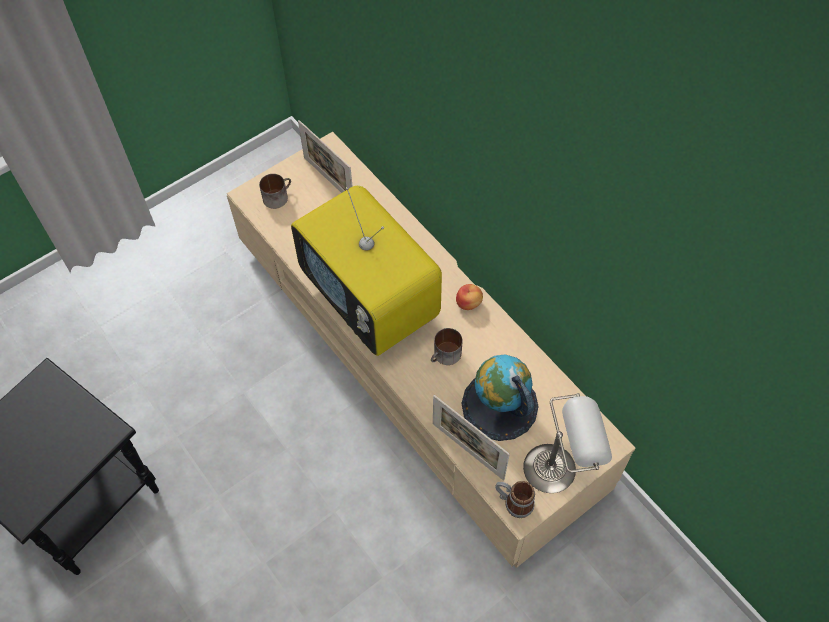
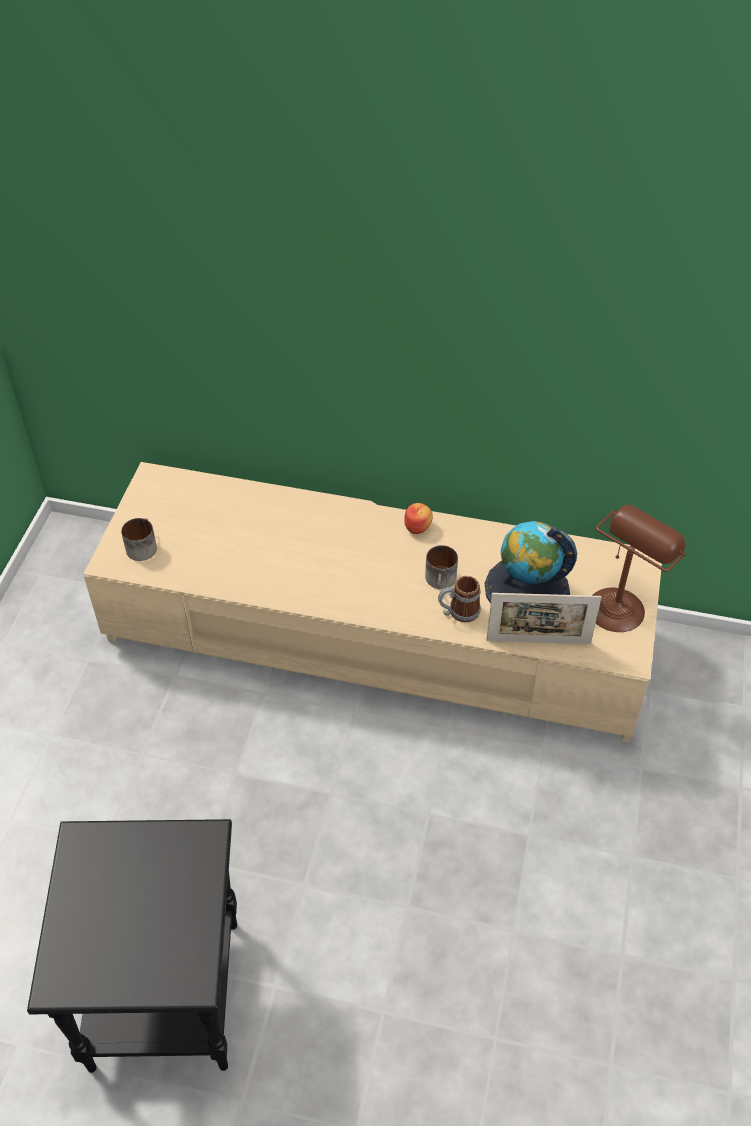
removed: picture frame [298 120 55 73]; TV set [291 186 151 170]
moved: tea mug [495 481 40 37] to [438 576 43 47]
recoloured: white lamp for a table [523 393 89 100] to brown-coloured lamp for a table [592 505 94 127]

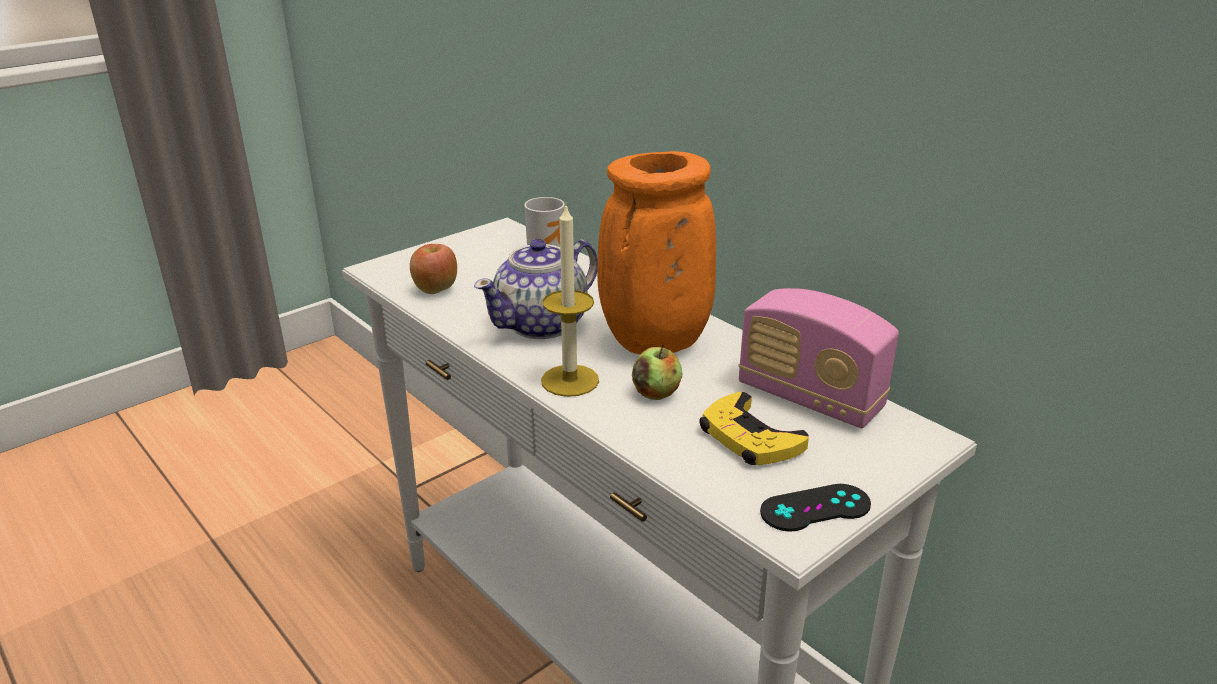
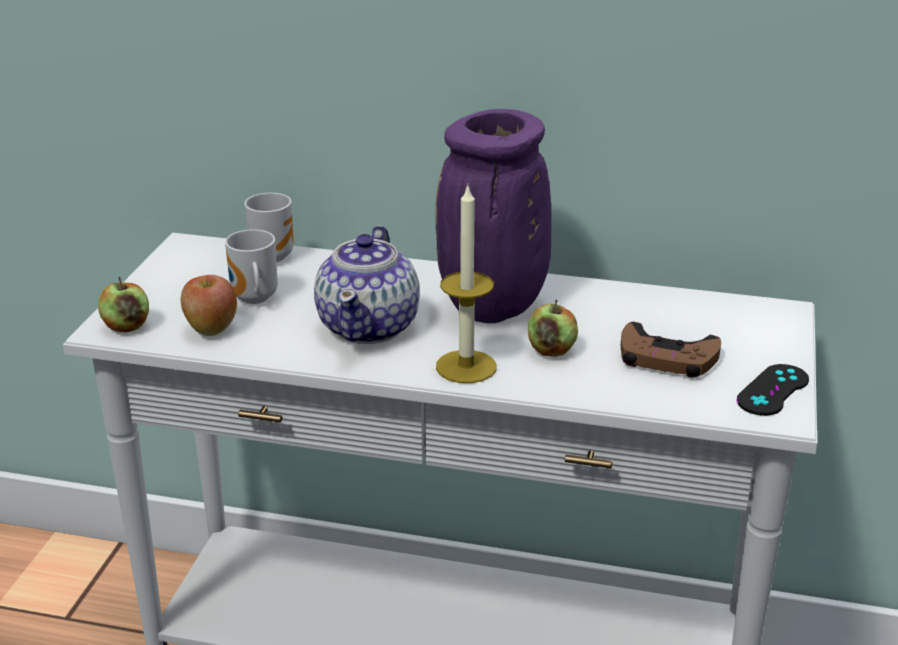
removed: radio set [738 288 161 140]
added: tea mug [225 229 53 75]; whole apple [98 277 51 56]
recoloured: orange-coloured flower vase [597 151 119 203] to purple flower vase [435 109 117 214]; yellowish joypad [700 392 109 73] to brown-coloured joypad [621 322 100 56]

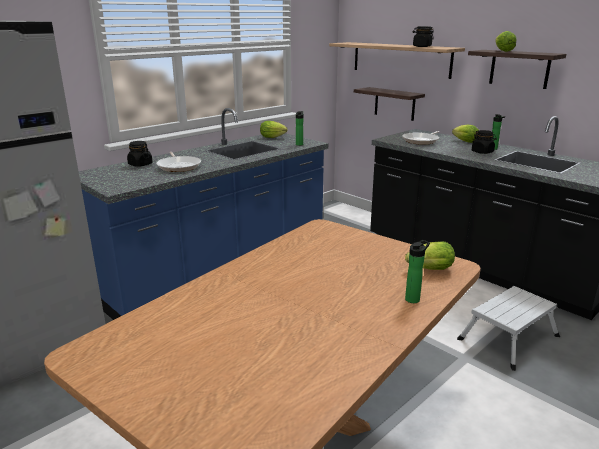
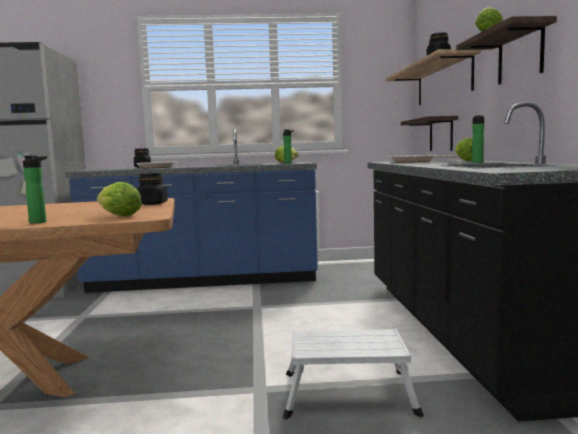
moved: blackish storage jar [472 130 25 24] to [137 173 31 32]

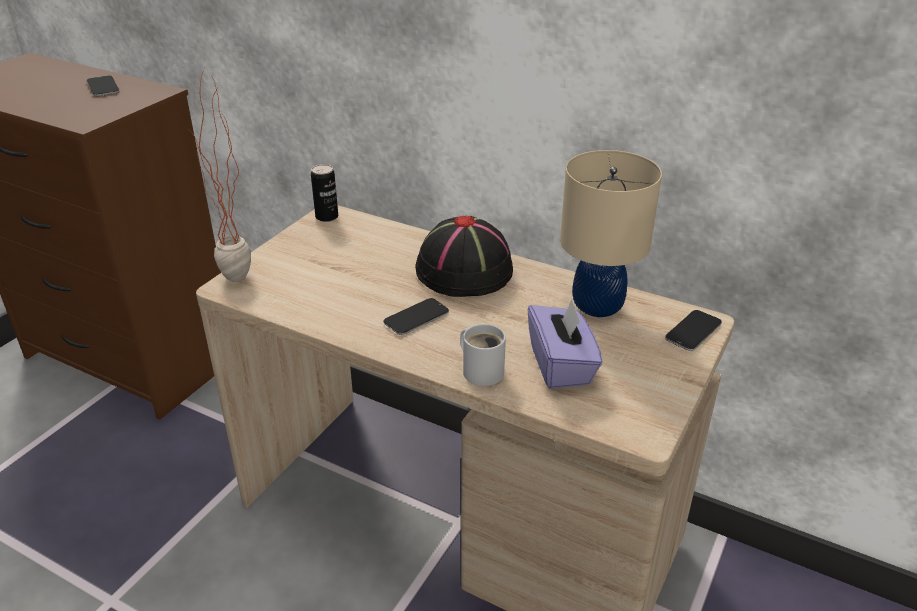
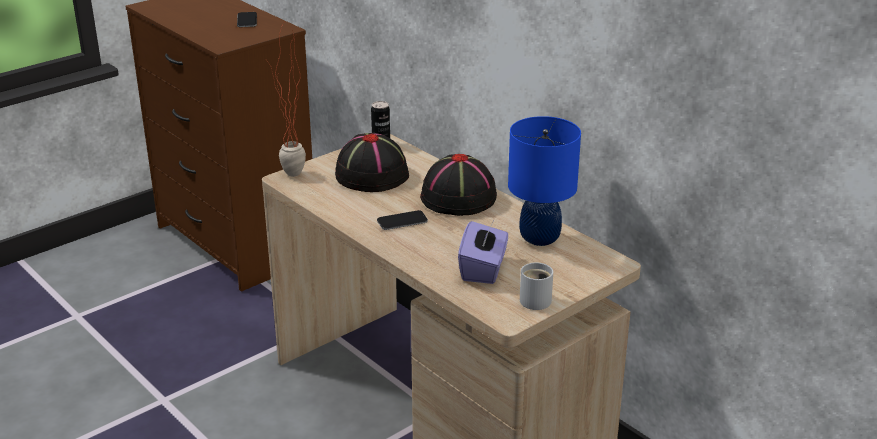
removed: telephone [665 310 57 41]
added: blackish wearable hat [335 132 74 60]
moved: white tea mug [460 324 46 62] to [520 262 33 48]
recoloured: beige-coloured lamp for a table [560 150 102 167] to blue lamp for a table [508 116 73 130]

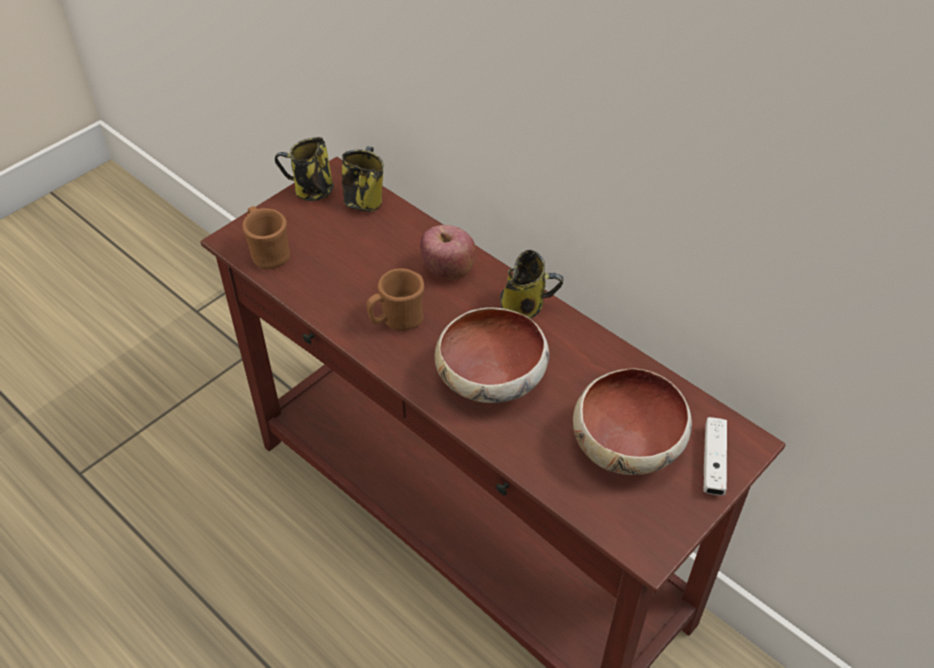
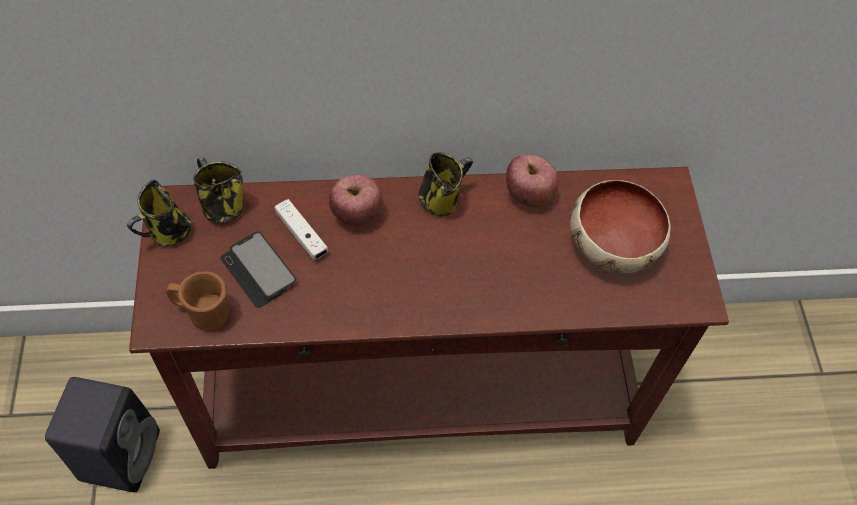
removed: brown-coloured tea mug [366 268 58 63]; serving bowl [435 307 114 96]
added: whole apple [506 154 53 53]; telephone [220 231 76 76]; blackish loudspeaker [45 377 115 116]
moved: white joypad [703 417 24 78] to [275 199 53 61]

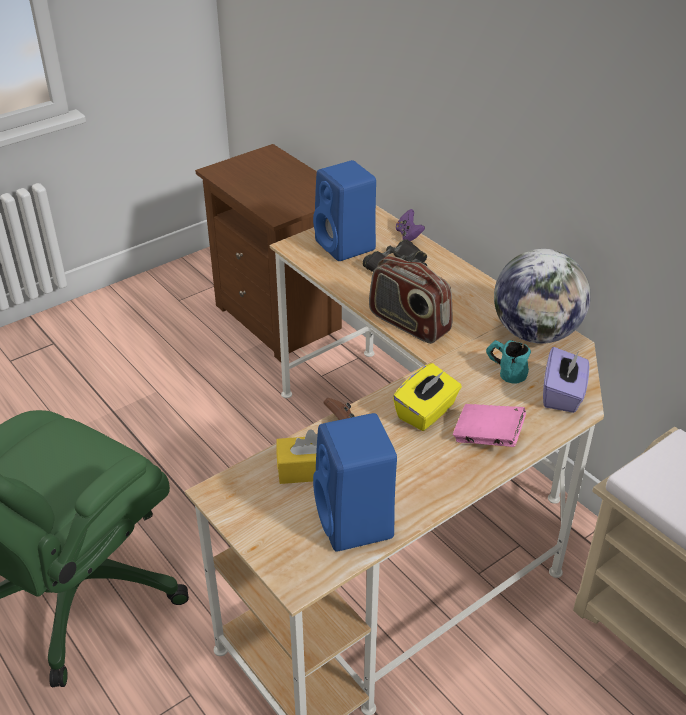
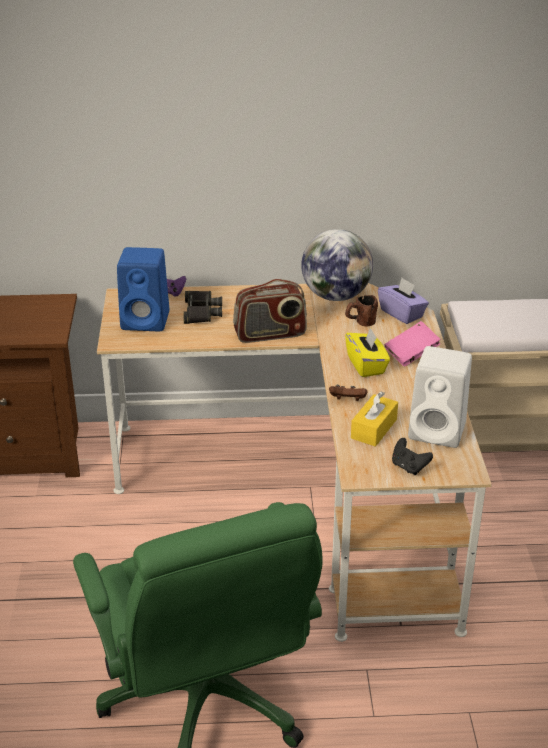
added: blackish joypad [392 438 41 37]
recoloured: blue-green tea mug [486 340 45 44] to brown-coloured tea mug [345 295 33 31]; blue loudspeaker [313 413 84 139] to white loudspeaker [408 346 64 102]

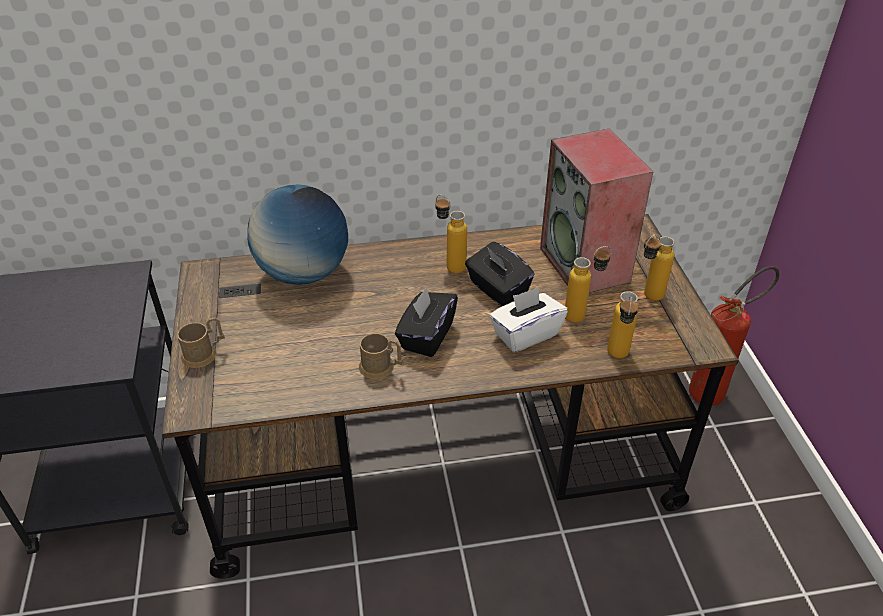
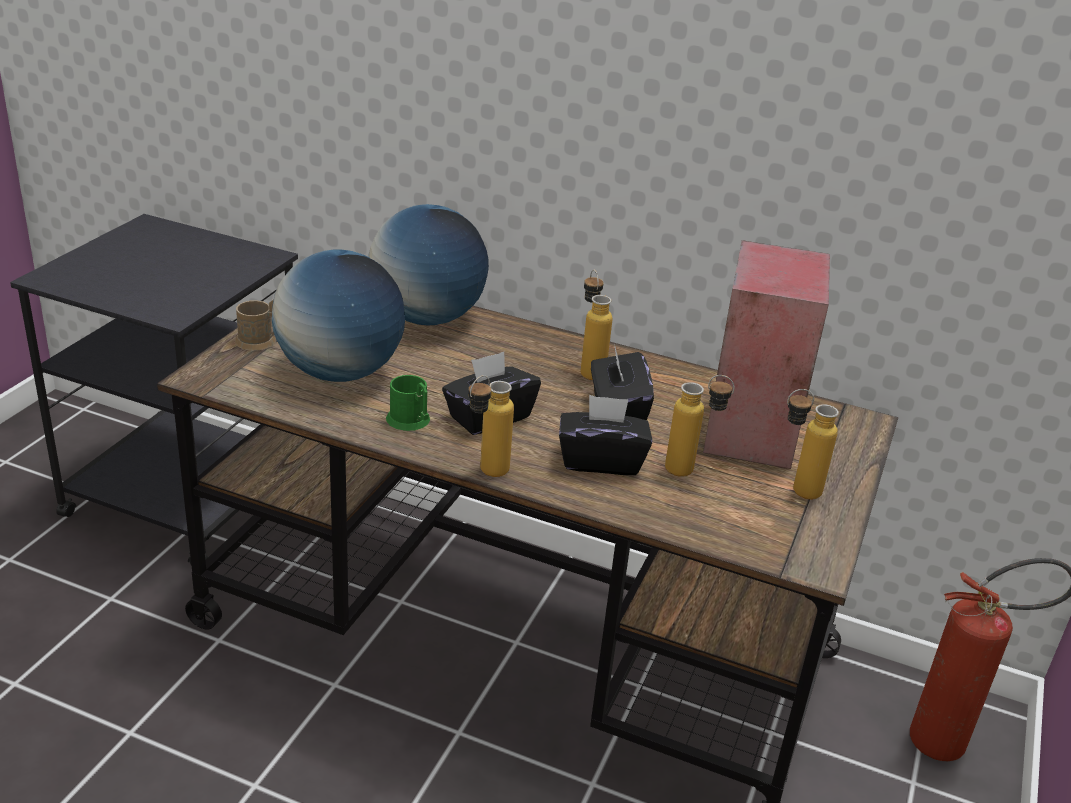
added: globe [272 250 133 132]
moved: beverage bottle [607 291 31 67] to [468 375 46 102]
recoloured: white tissue box [490 287 78 66] to blackish tissue box [559 395 93 80]; brown-coloured tea mug [359 333 44 46] to green-coloured tea mug [386 375 44 56]

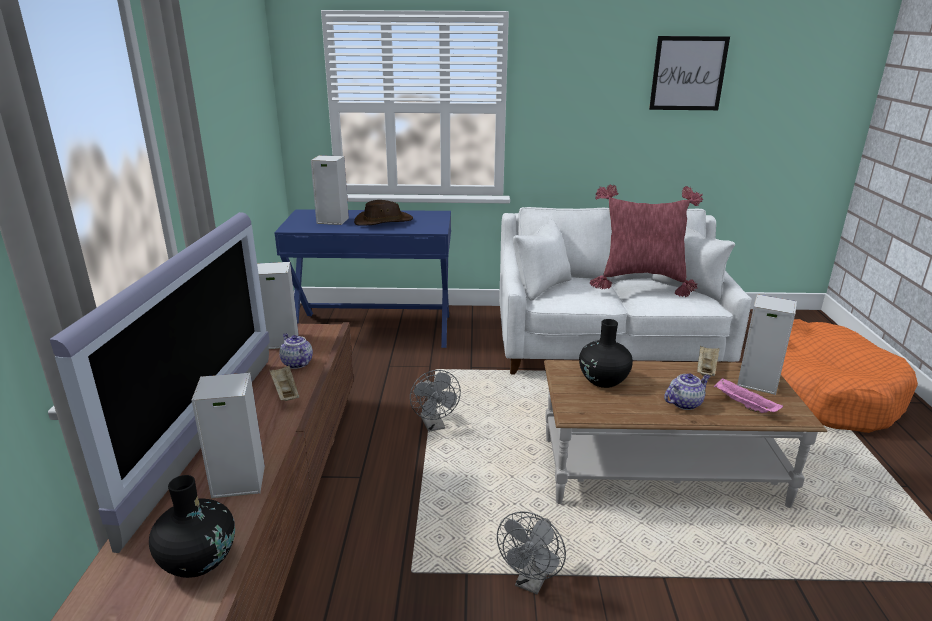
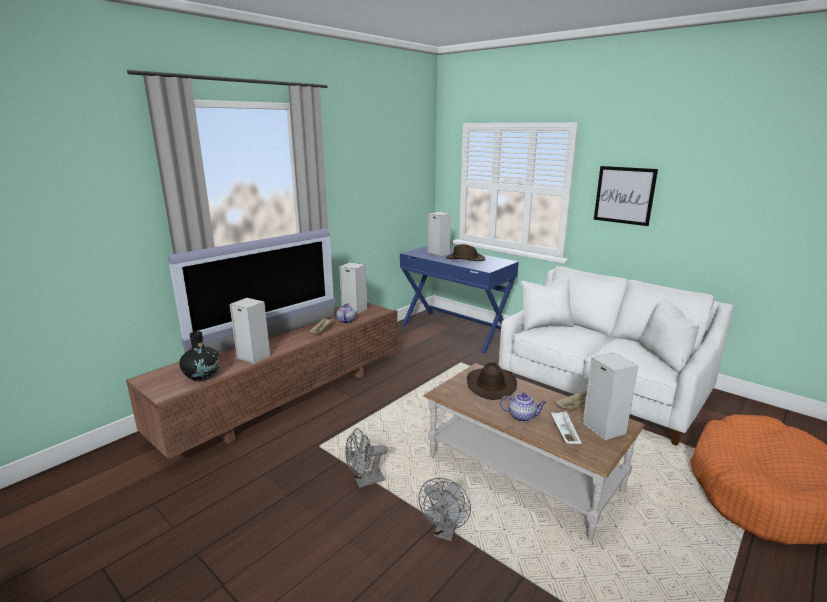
removed: red pillow [590 184 113 114]
moved: picture [649 36 81 74] to [594 166 64 60]; grey cooling fan [410 370 51 62] to [418 478 53 63]
replaced: blackish flower vase [579 319 54 69] to brown-coloured wearable hat [467 362 50 38]
recoloured: pink carrying tray [714 378 69 35] to white carrying tray [551 411 31 33]

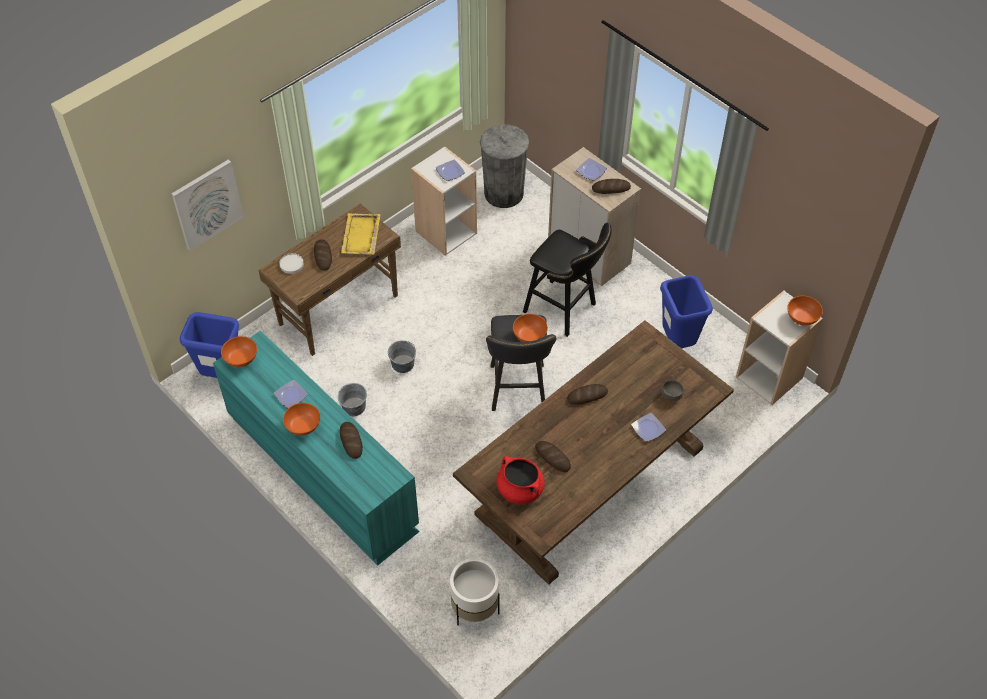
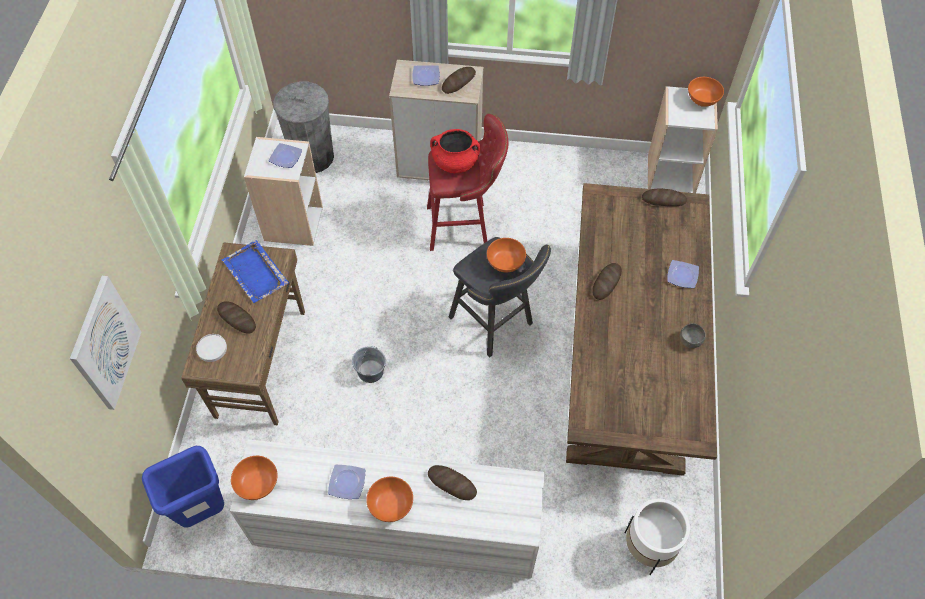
removed: blue rubbish bin [660 275 53 73]; grey bucket [338 383 29 33]
moved: grey serving bowl [661 380 23 22] to [680 323 26 25]; bread [535 441 36 31] to [642 189 45 18]; red cooking pot [496 456 49 49] to [430 129 50 44]
recoloured: yellowish carrying tray [341 213 40 42] to blue carrying tray [221 240 68 63]; blackish stool seat [523 223 89 114] to red stool seat [427 113 82 138]; blue-green chest of drawers [213 331 207 235] to white chest of drawers [230 439 315 140]

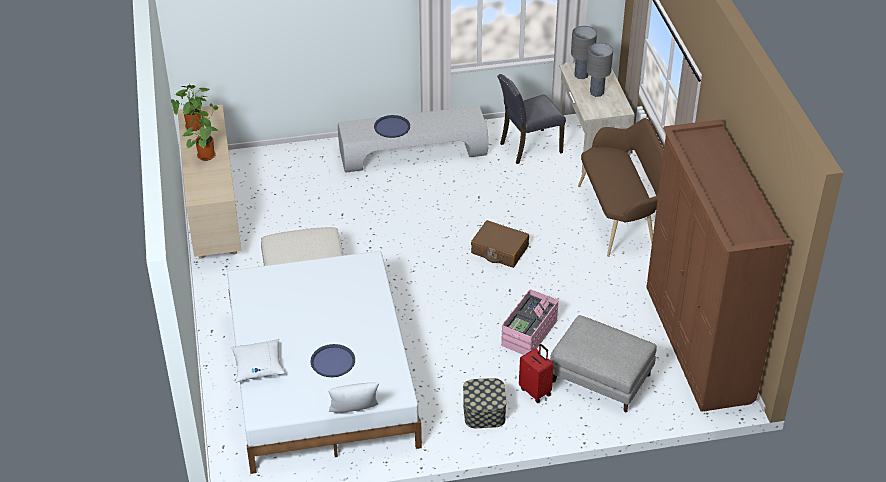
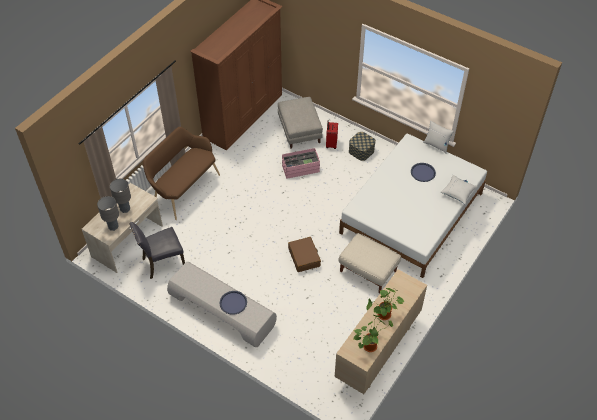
moved: brown-coloured suitcase [471 220 58 48] to [288 237 33 35]
turned: grey chair [497 74 69 90] = [129 222 56 57] 135 degrees clockwise

